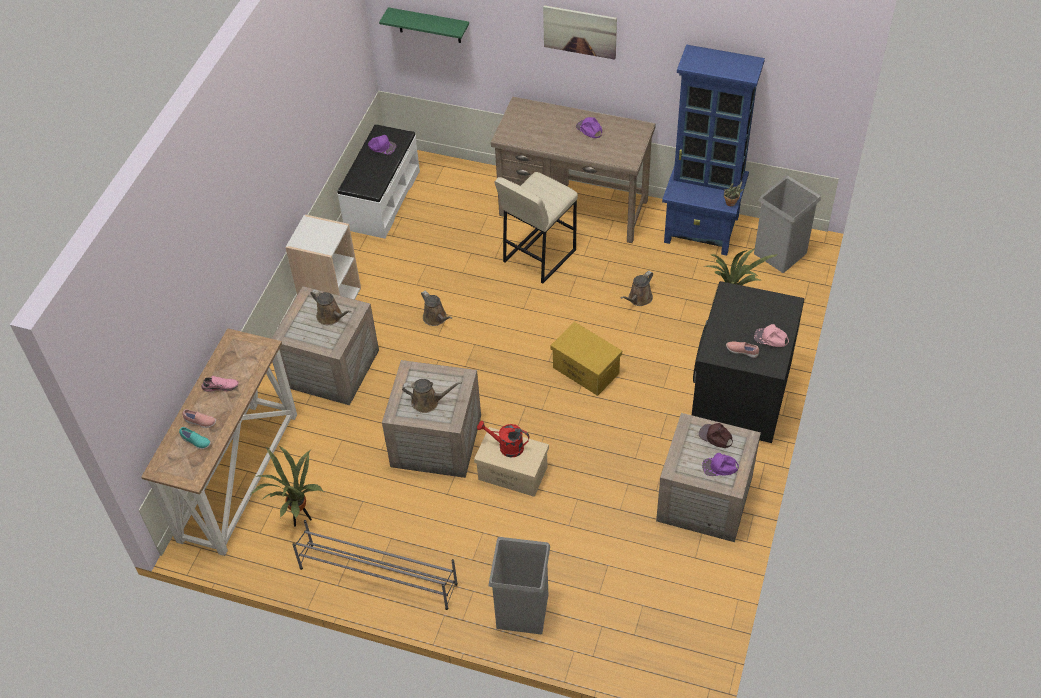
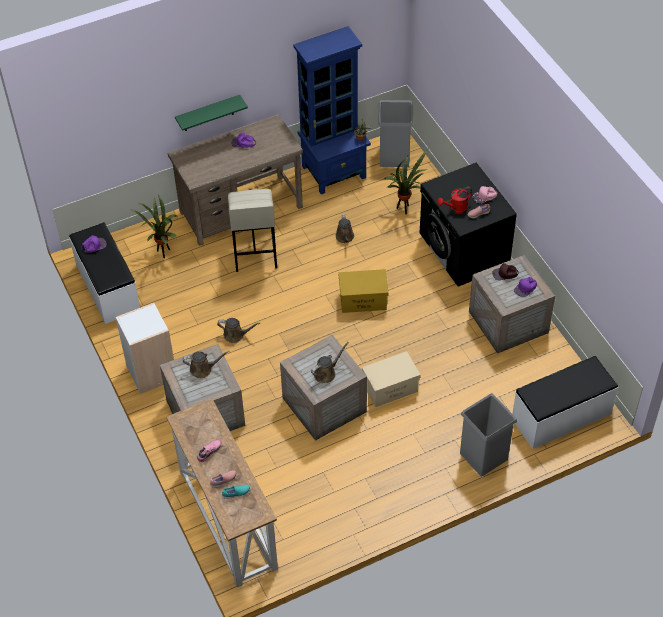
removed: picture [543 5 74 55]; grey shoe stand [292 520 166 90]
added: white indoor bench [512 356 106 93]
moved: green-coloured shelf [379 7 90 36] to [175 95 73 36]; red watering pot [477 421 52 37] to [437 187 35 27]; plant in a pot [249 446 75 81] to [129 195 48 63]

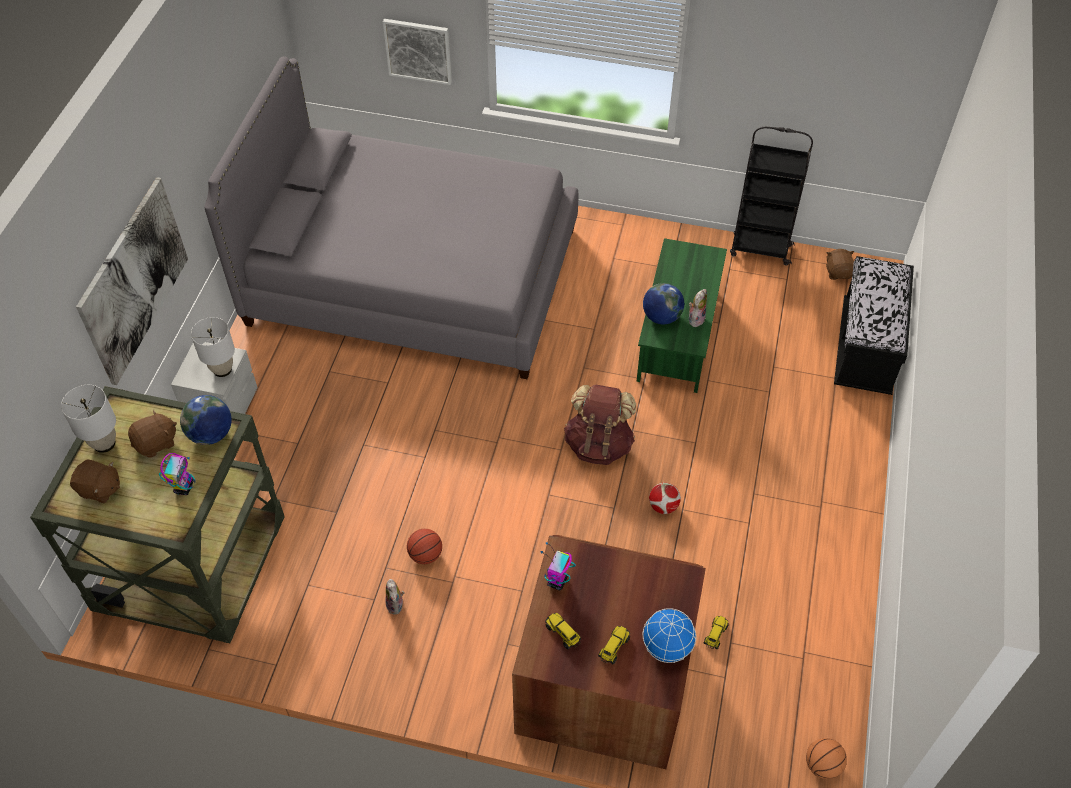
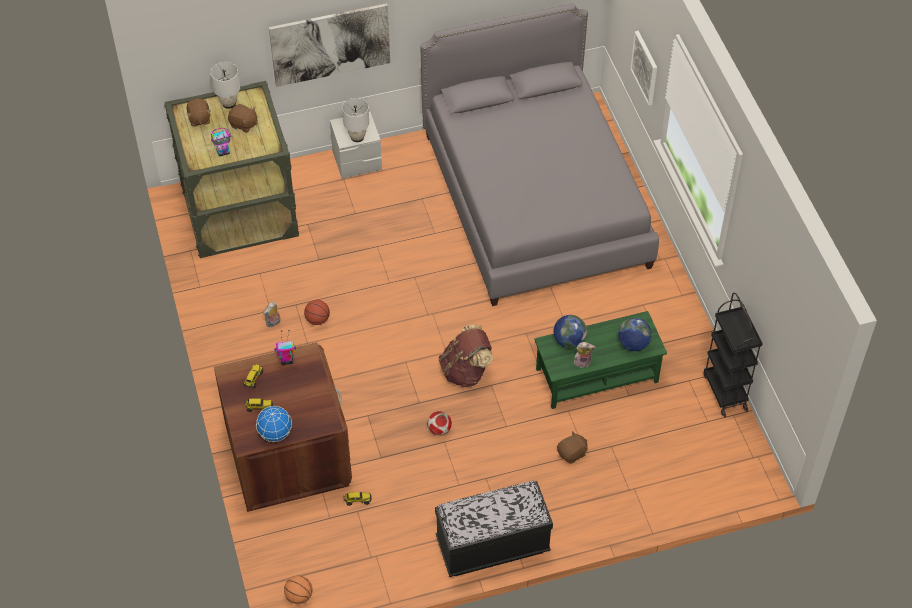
moved: brown-coloured plush toy [826 249 28 31] to [557 431 31 33]; blackish indoor bench [834 256 80 139] to [435 481 118 96]; globe [180 395 52 50] to [618 318 34 33]

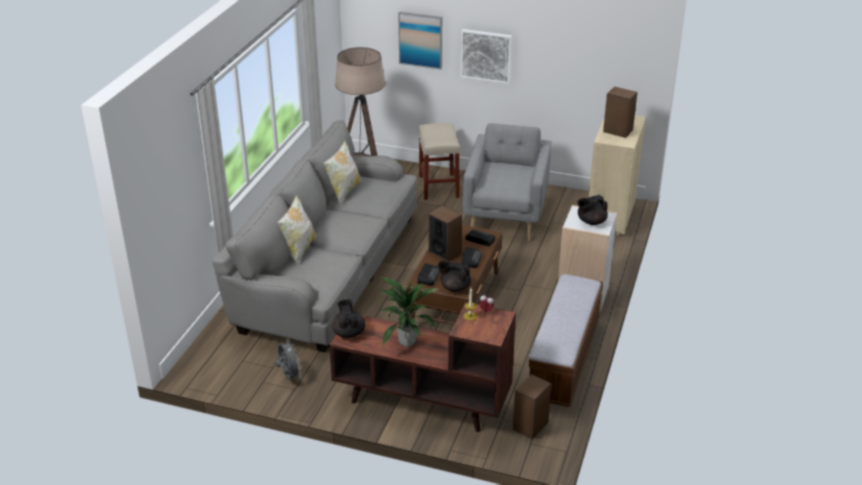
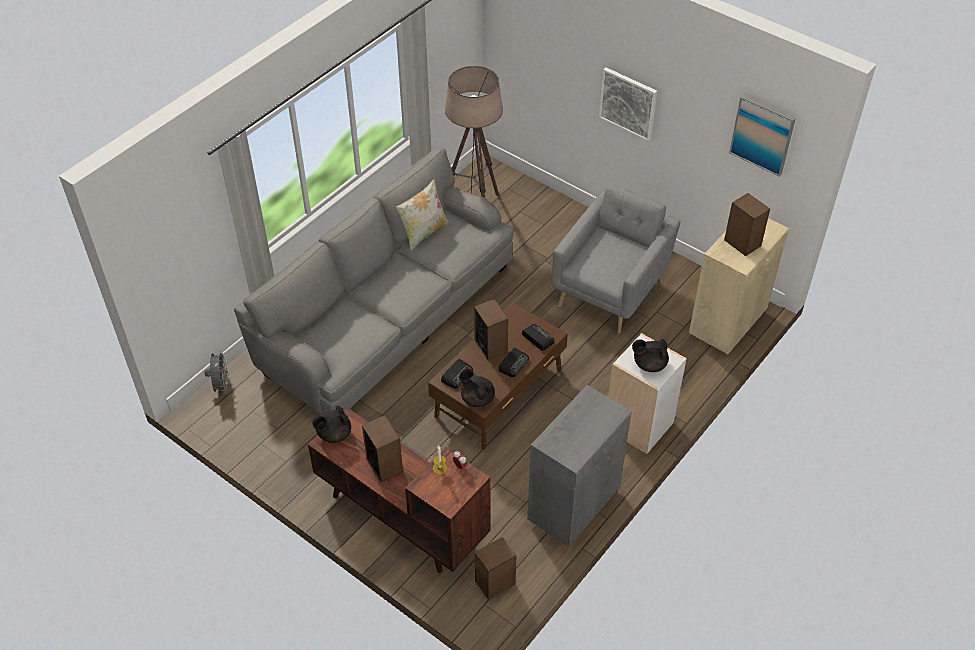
removed: beige-coloured stool seat [418 123 43 77]; pillow [277 195 39 70]
moved: picture [398 11 44 59] to [729 95 67 82]; grey cooling fan [275 338 27 42] to [205 350 24 44]
replaced: indoor bench [528 274 75 133] to grey storage cabinet [527 385 105 162]; plant in a pot [380 277 58 71] to loudspeaker [362 415 41 67]
turned: blackish teapot [332 299 34 39] = [312 406 39 37] 135 degrees counterclockwise

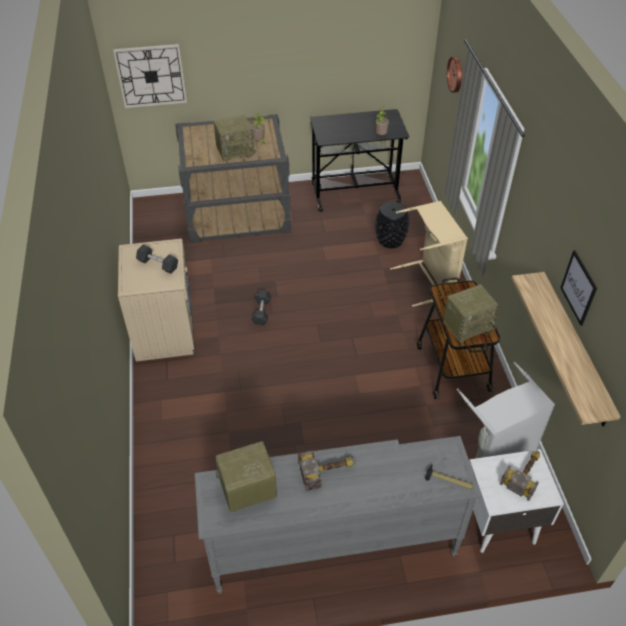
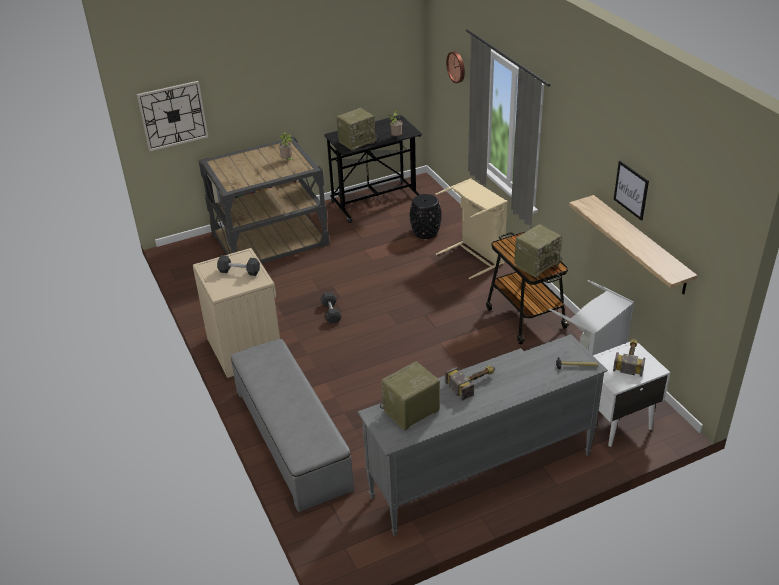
added: grey indoor bench [231 339 123 173]
moved: radio set [213 115 43 47] to [337 108 41 42]

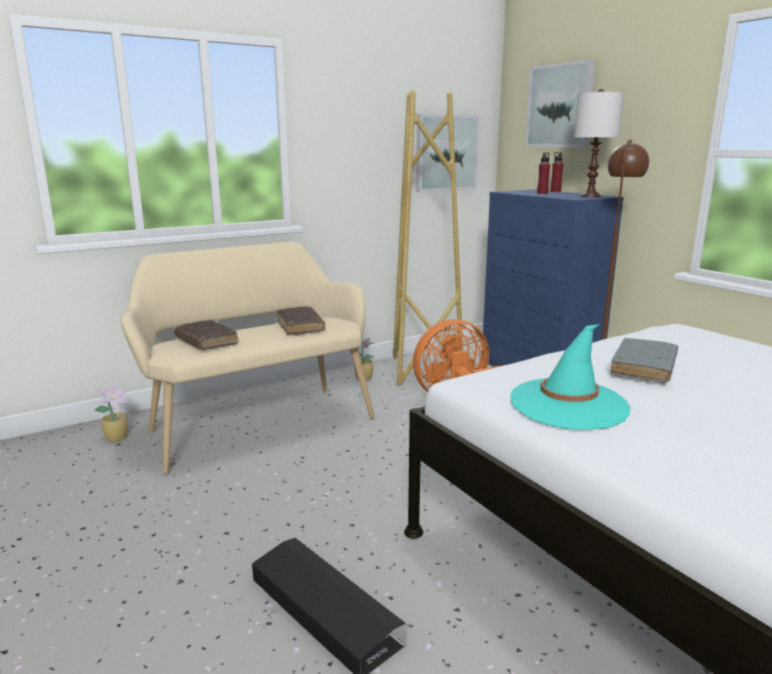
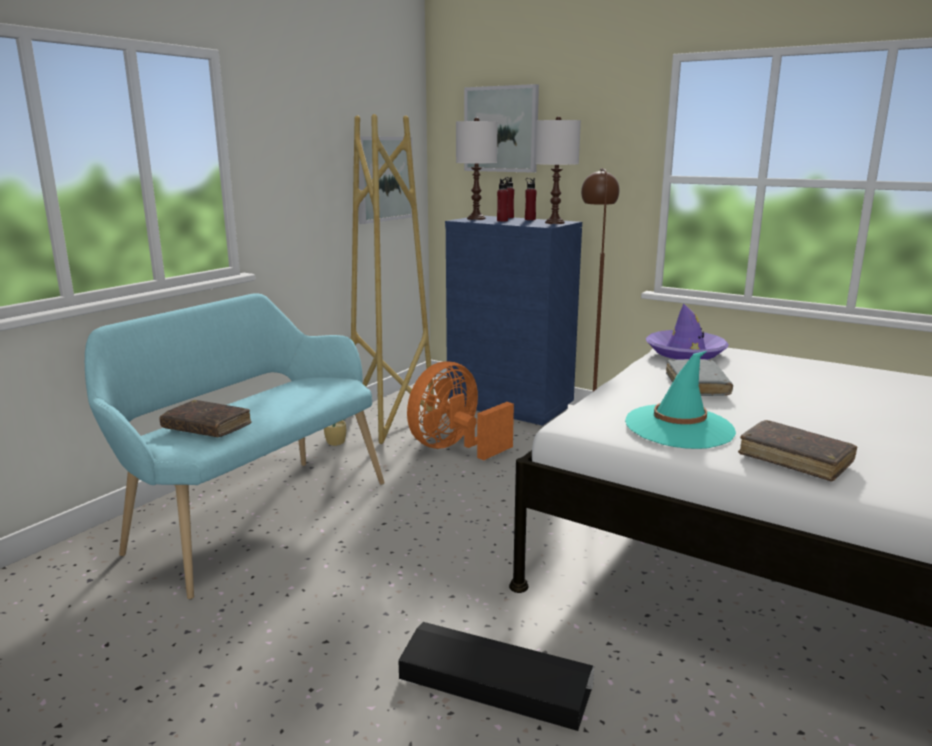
removed: plant in a pot [95 382 33 60]
added: white lamp for a table [456 118 42 102]; red beverage bottle [525 178 12 42]; purple wearable hat [646 304 83 56]
moved: brown-coloured volume [276 306 49 30] to [738 420 119 61]
recoloured: beige-coloured indoor bench [120 242 254 232] to blue-green indoor bench [85 293 299 306]

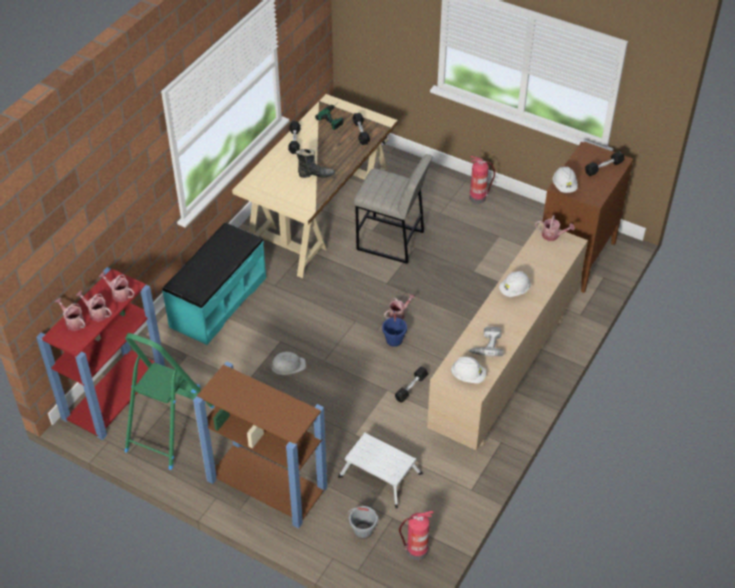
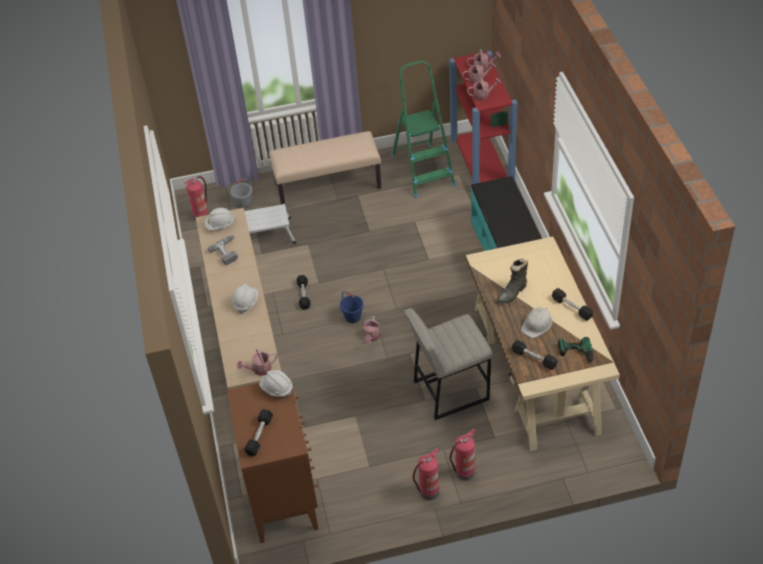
added: fire extinguisher [450 429 25 52]
moved: white hard hat [269 352 37 23] to [521 307 32 31]
replaced: brown-coloured bookshelf [193 361 134 167] to beige-coloured indoor bench [269 131 112 74]

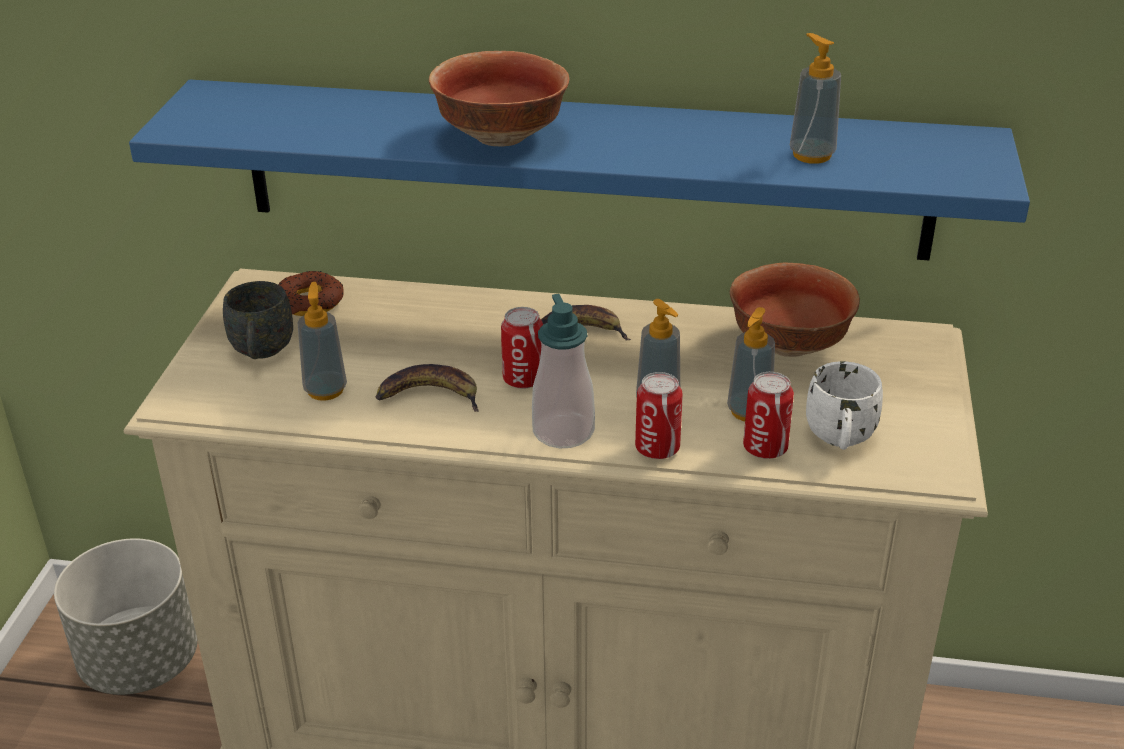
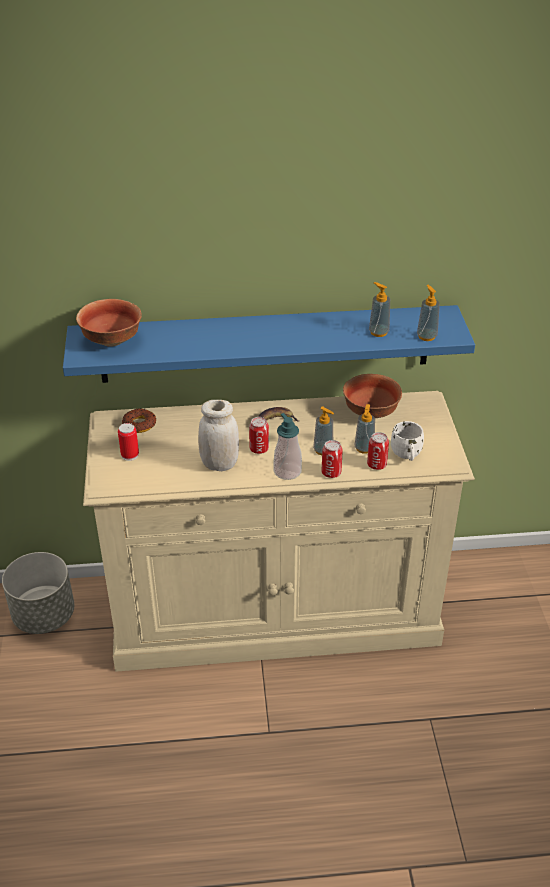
moved: serving bowl [429 51 140 96] to [76 299 66 48]; soap bottle [298 282 49 119] to [417 285 23 56]
replaced: grey tea mug [223 281 70 78] to sealed can [118 423 21 38]; banana [376 364 103 48] to white storage jar [198 400 41 71]

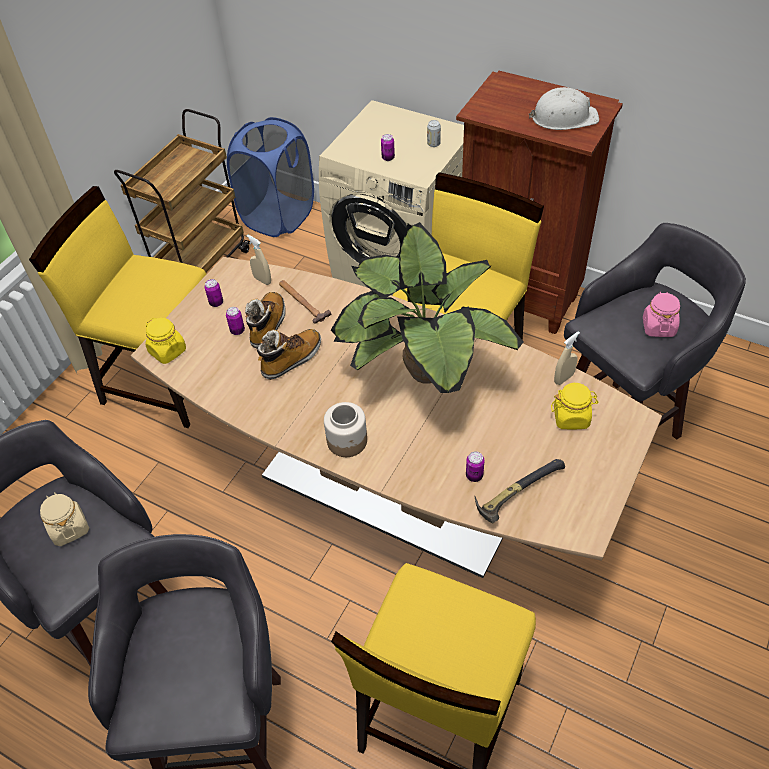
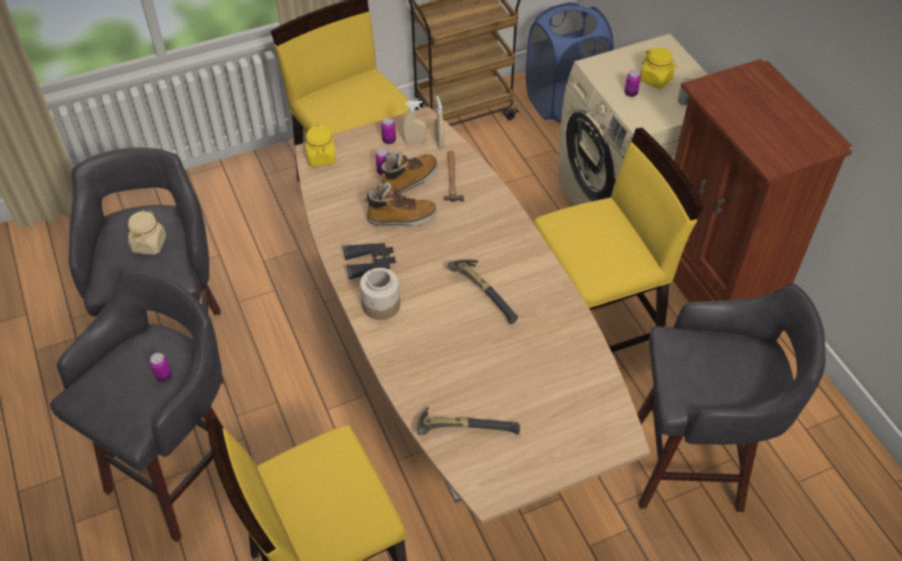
removed: white hard hat [529 87 70 43]; pink storage jar [643 292 37 45]
added: blackish pair of binoculars [343 243 53 37]
moved: beige-coloured hand sprayer [554 331 26 54] to [402 100 24 44]; yellowish storage jar [551 383 48 47] to [640 47 37 42]; sealed can [466 451 19 31] to [150 353 22 29]
replaced: plant in a pot [331 222 192 171] to hand hammer [447 259 71 65]

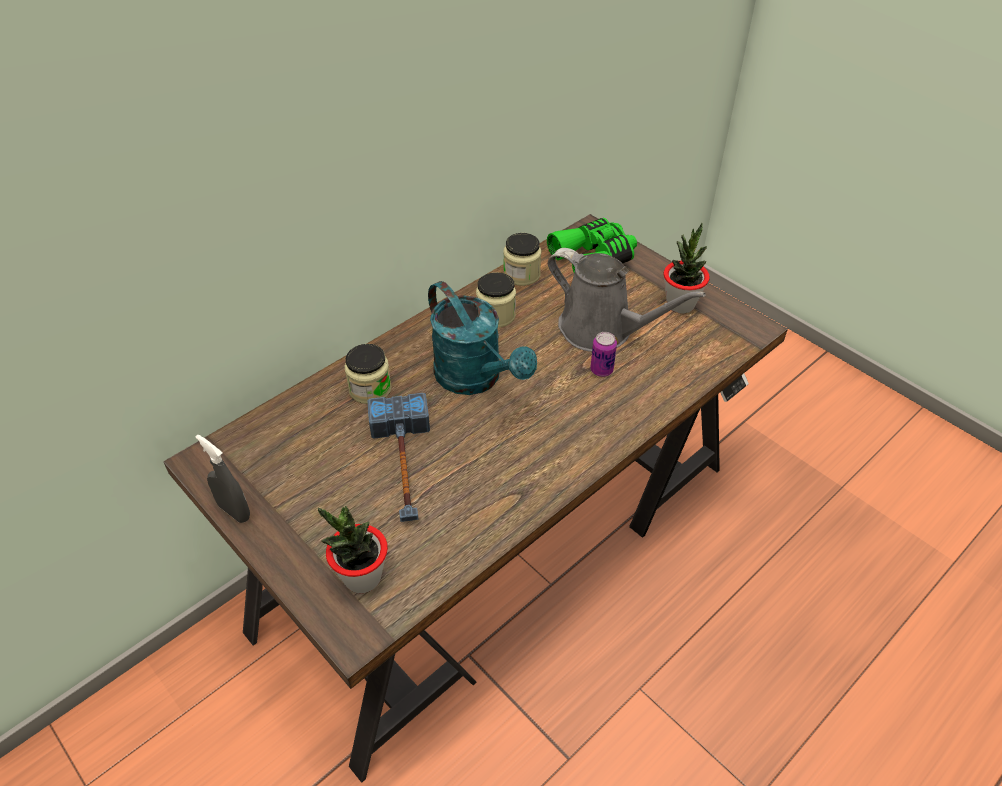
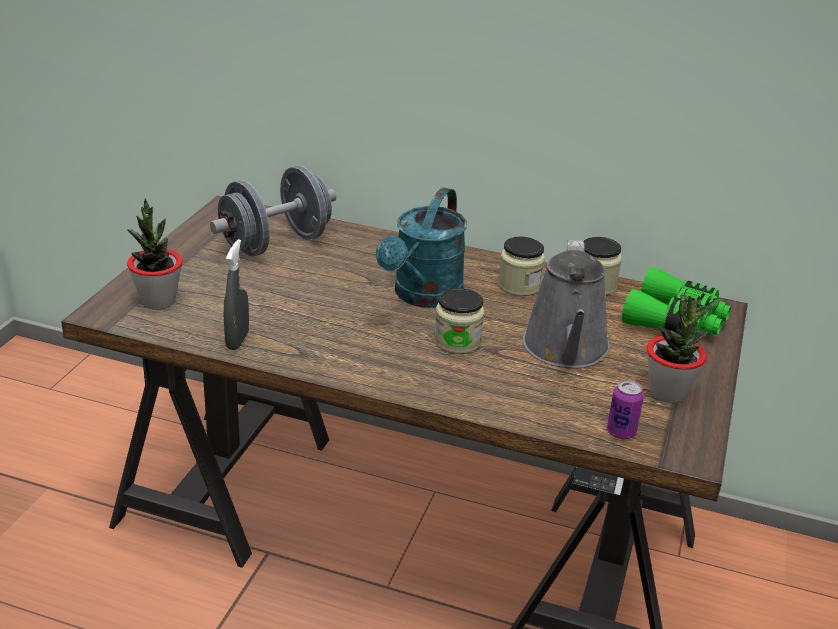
removed: hand hammer [367 393 63 129]
added: grey free weight [210 166 126 91]
moved: sealed can [590 332 27 45] to [607 380 37 59]; storage jar [345 344 47 60] to [434 288 51 66]; grey hand sprayer [196 435 54 88] to [224 239 25 111]

